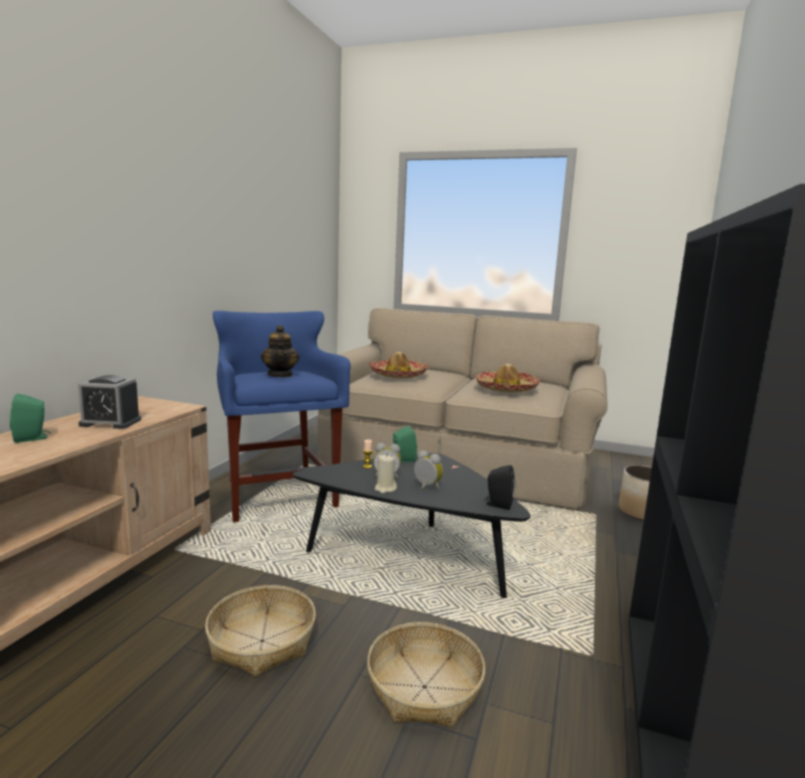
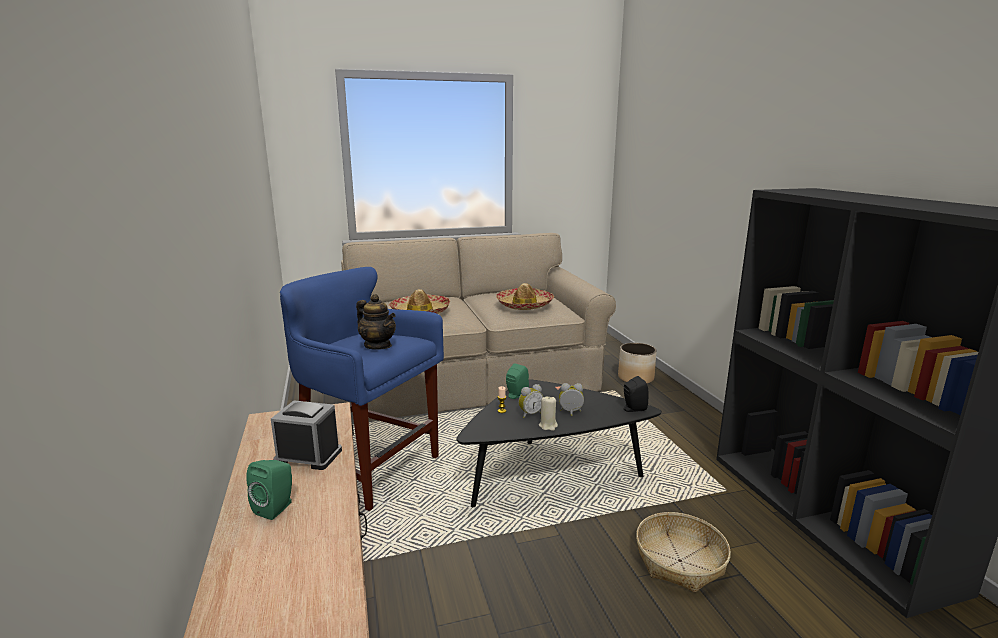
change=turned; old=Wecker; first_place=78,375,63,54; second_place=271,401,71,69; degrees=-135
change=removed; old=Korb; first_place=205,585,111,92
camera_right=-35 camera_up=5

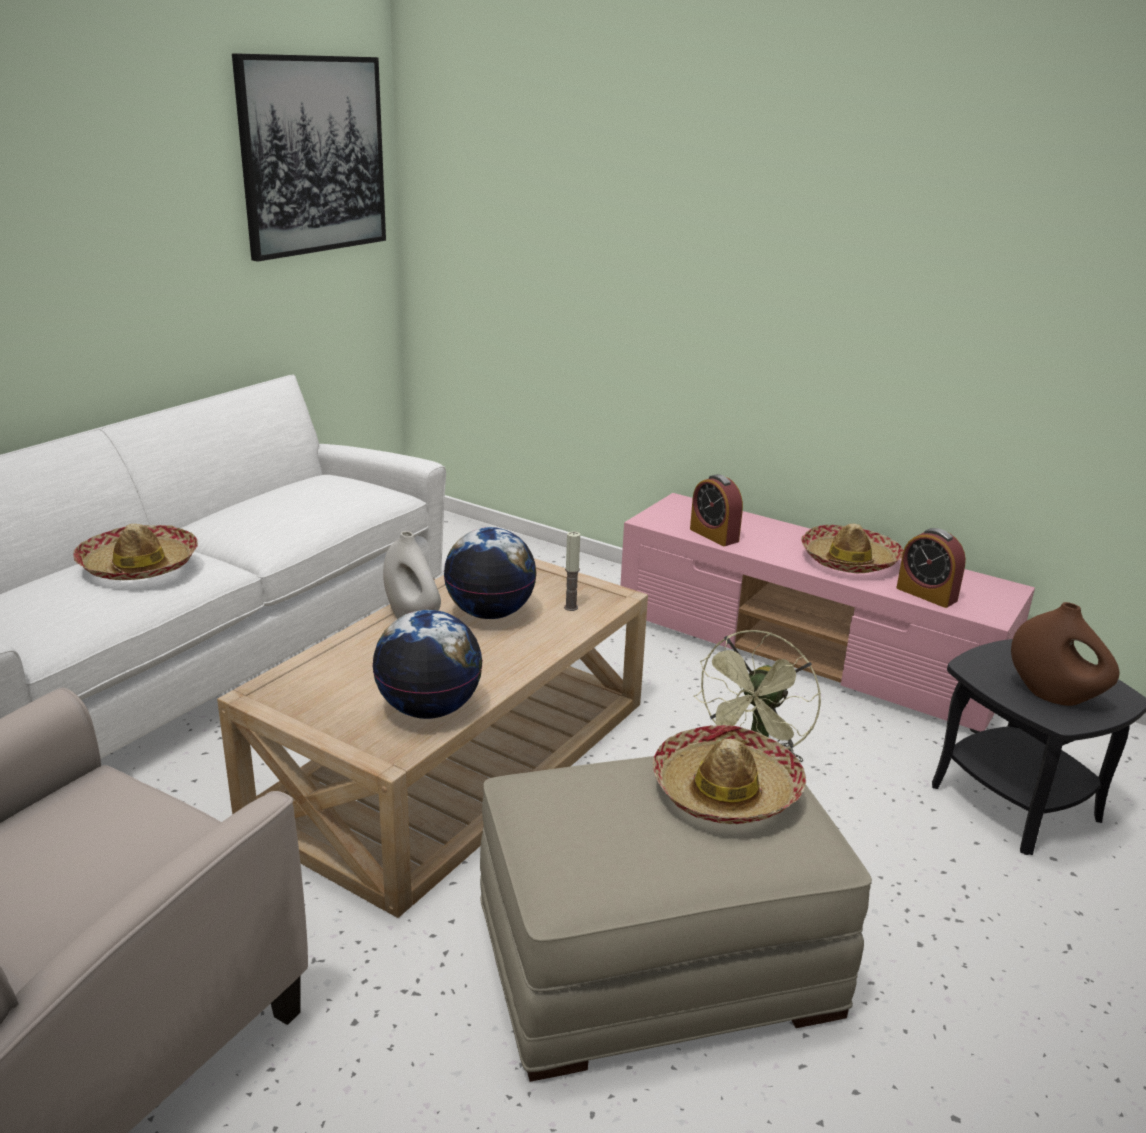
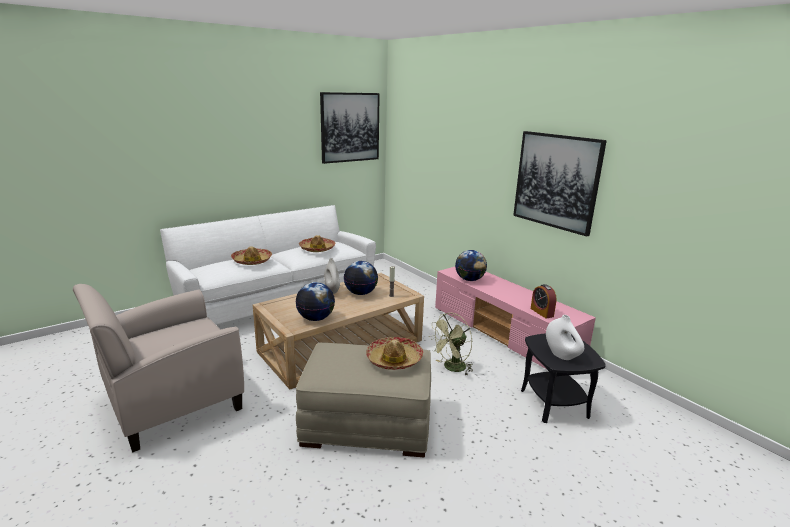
change=moved; old=Hut; first_place=801,524,103,49; second_place=299,235,36,17
change=replaced; old=Wecker; new=Globus; first_place=690,474,53,72; second_place=455,250,32,31
change=added; new=Bild; second_place=513,131,94,106
change=recoloured; old=Vase/braun; new=Vase/weiß; first_place=1011,602,109,104; second_place=546,315,38,45
camera_right=20 camera_up=-5

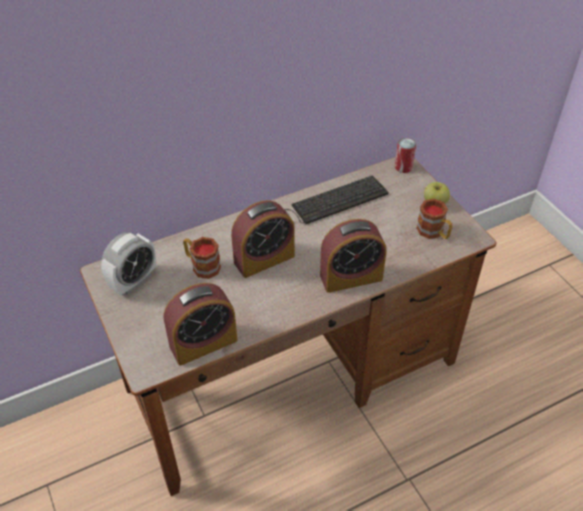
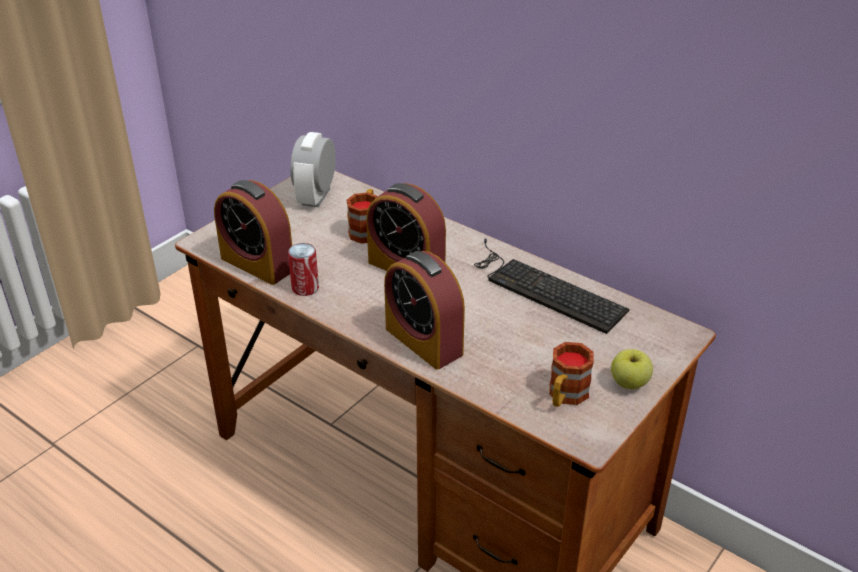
change=moved; old=Dose; first_place=395,138,21,35; second_place=288,243,31,53
change=turned; old=Wecker; first_place=101,233,55,62; second_place=290,132,46,75; degrees=90
camera_right=65 camera_up=-10

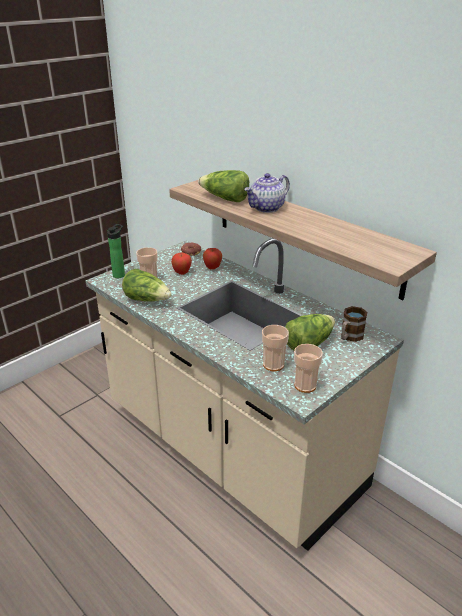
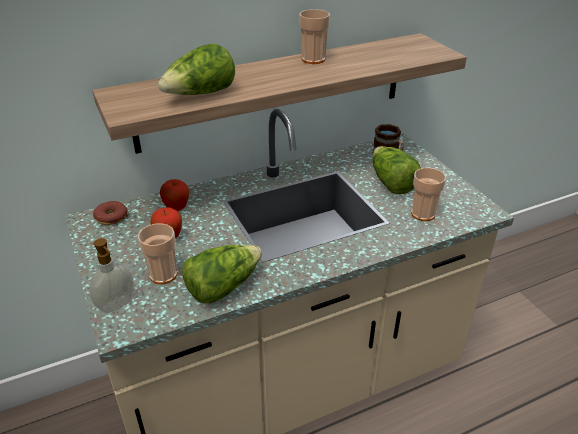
change=replaced; old=Flasche; new=Seifenspender; first_place=107,224,18,54; second_place=89,238,45,75
change=moved; old=Tasse; first_place=294,344,29,49; second_place=299,9,31,55
change=removed; old=Teekanne; first_place=244,173,46,40
camera_right=-70 camera_up=5

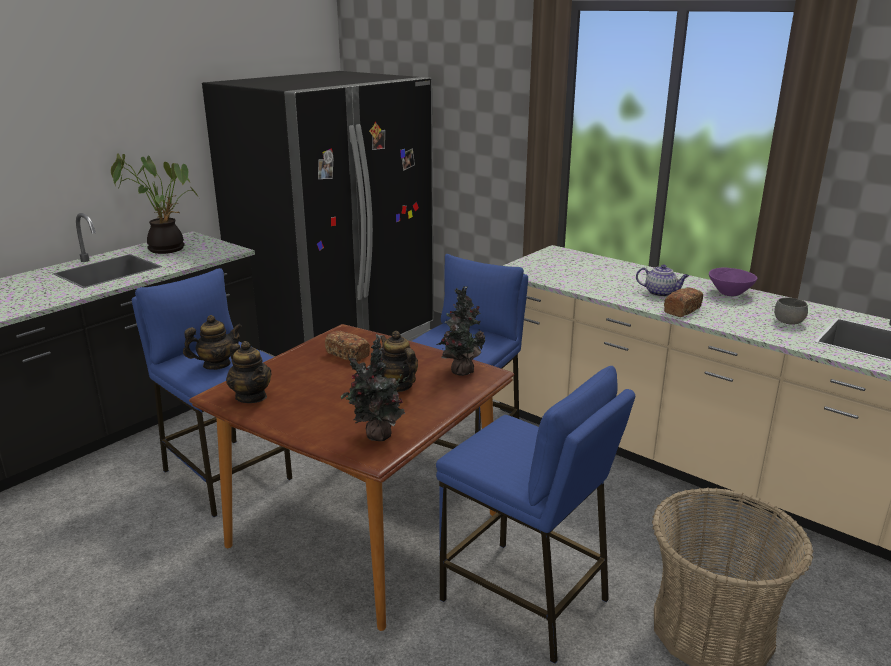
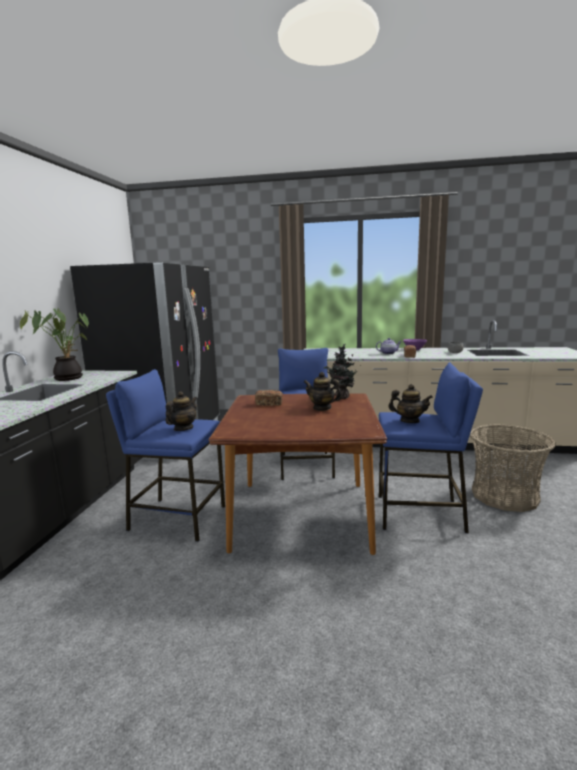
change=moved; old=Teekanne; first_place=226,341,46,62; second_place=388,384,45,39
change=removed; old=Topfpflanze; first_place=341,334,68,107
camera_right=-30 camera_up=-10

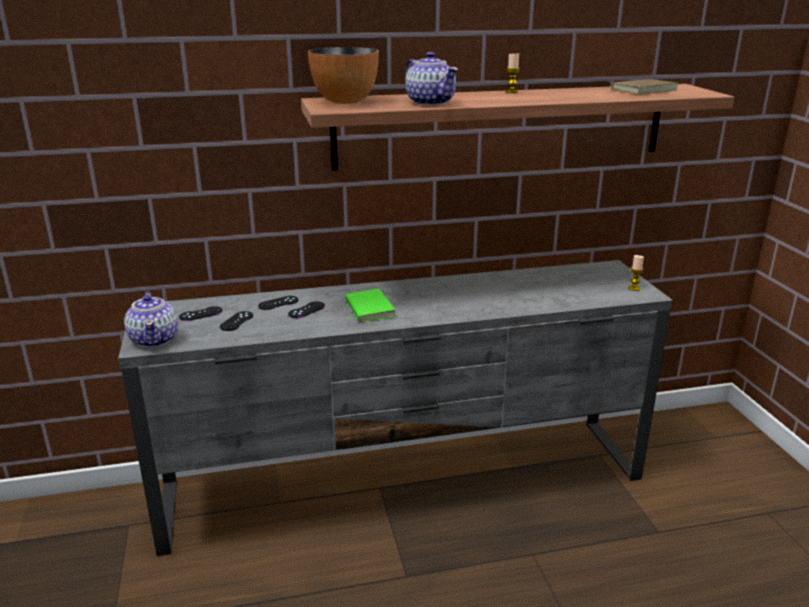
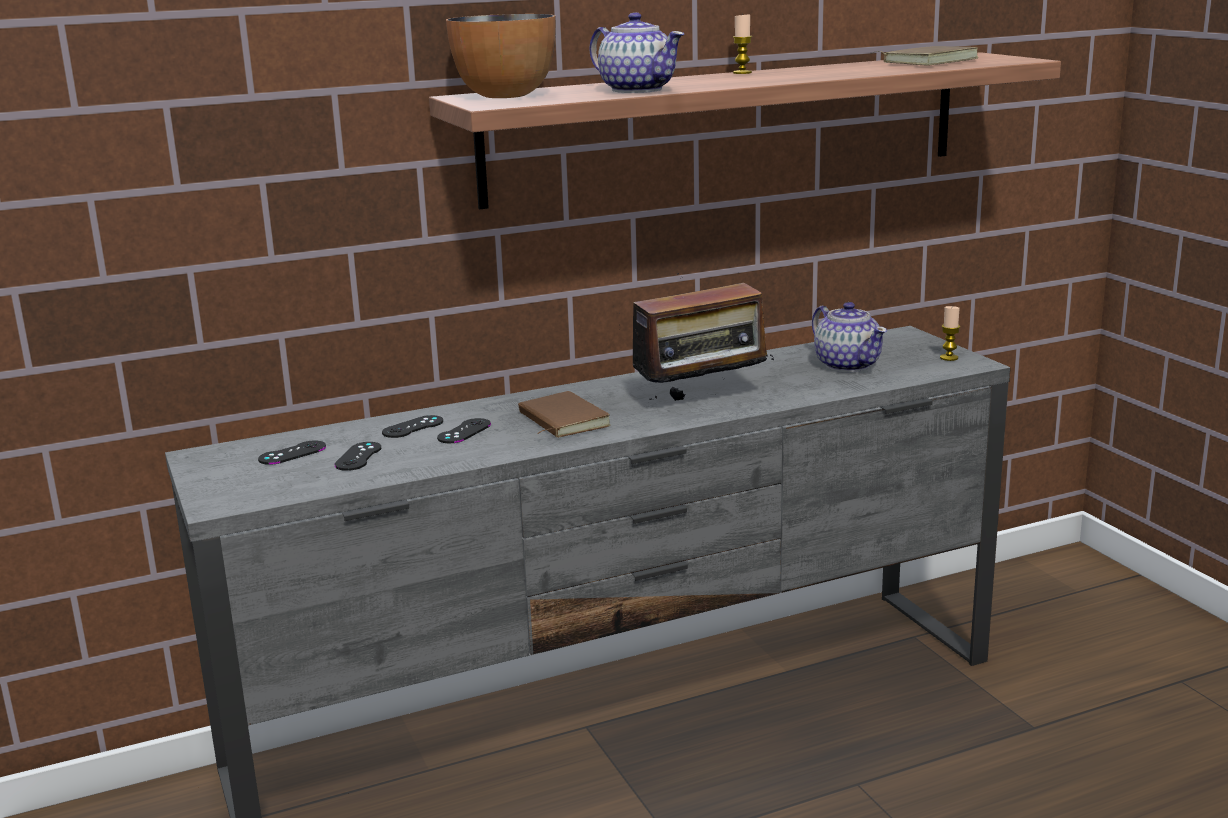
change=recoloured; old=Buch/grün; new=Buch/braun; first_place=345,289,51,33; second_place=518,391,93,47
change=added; new=Radio; second_place=619,266,155,135
change=moved; old=Teekanne; first_place=124,292,54,56; second_place=812,302,75,70
camera_right=-10 camera_up=-5

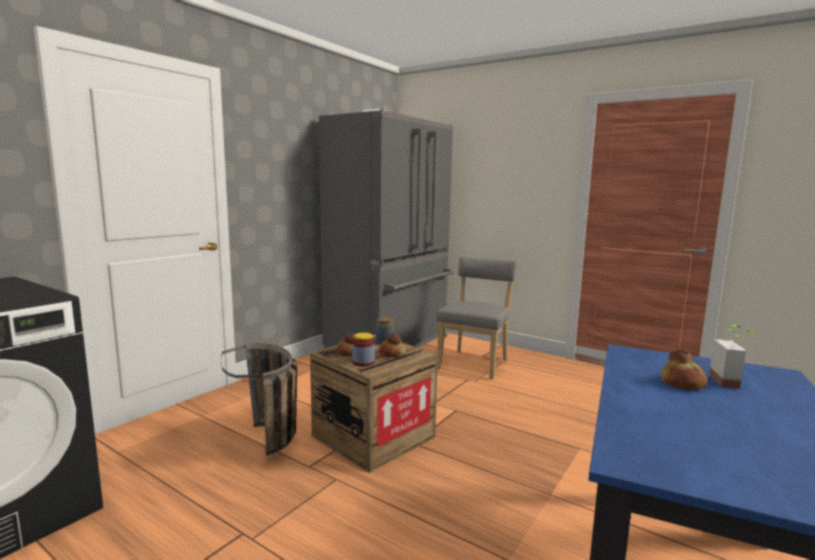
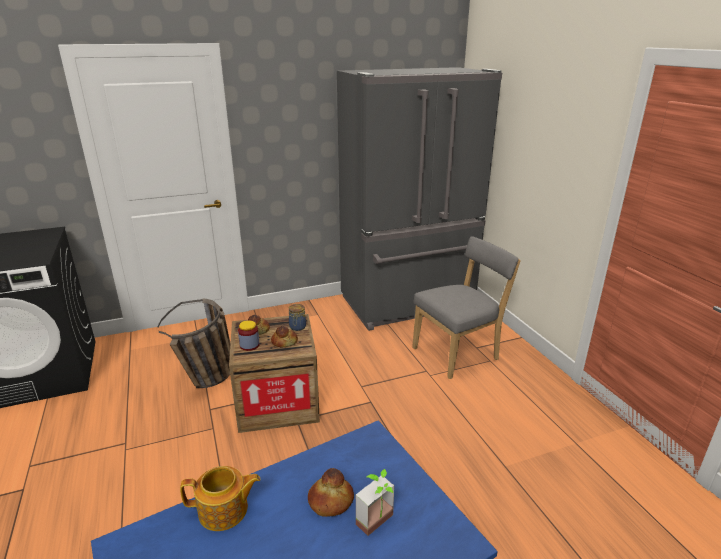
change=added; new=Teekanne; second_place=180,466,81,65
camera_right=35 camera_up=15

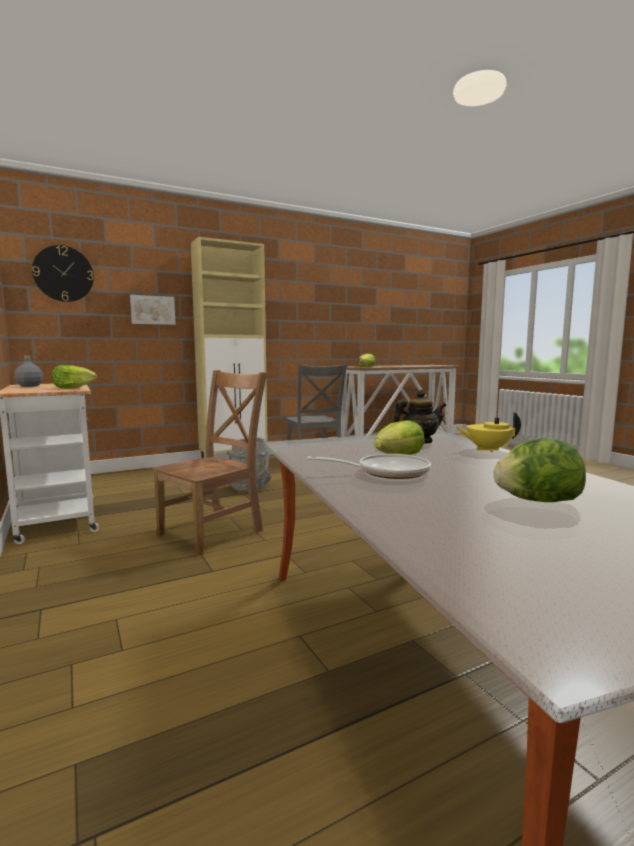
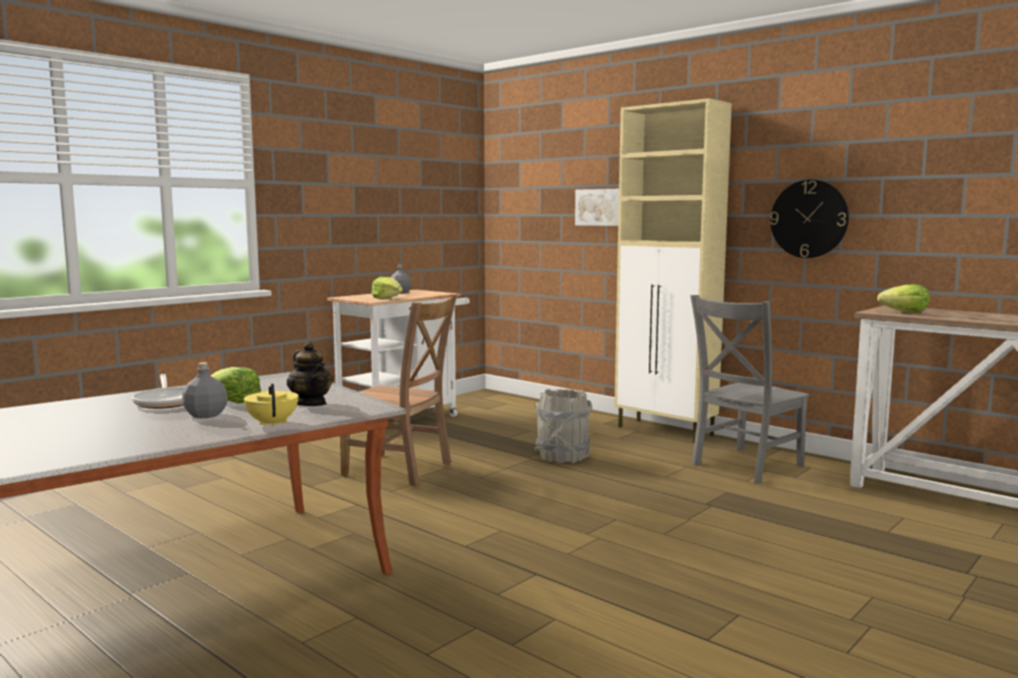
change=added; new=Flasche/grau; second_place=182,362,46,57
change=moved; old=Wanduhr; first_place=32,245,62,57; second_place=770,180,79,78
change=removed; old=Salatkopf; first_place=494,438,92,64
camera_right=70 camera_up=0

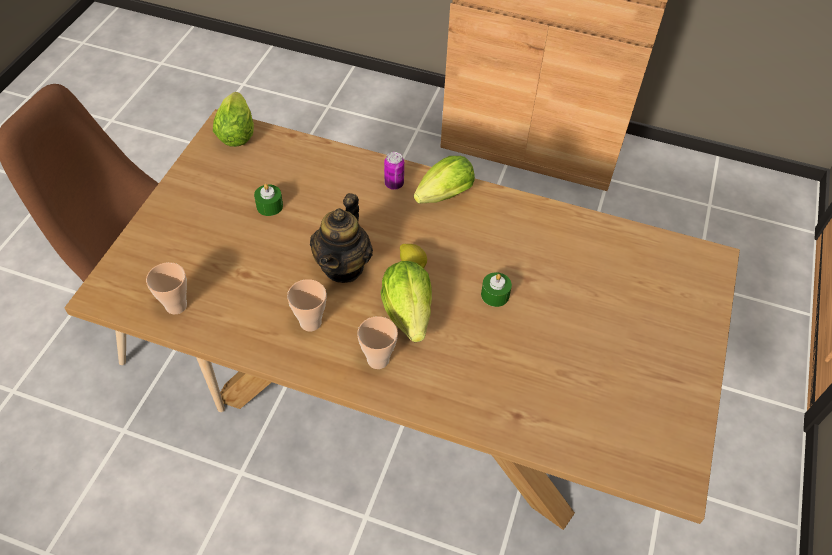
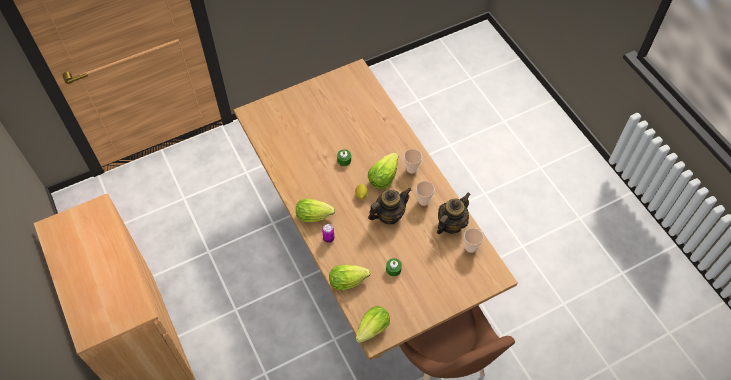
change=added; new=Salatkopf; second_place=329,265,41,25
change=added; new=Teekanne; second_place=437,193,34,41
camera_right=-135 camera_up=5

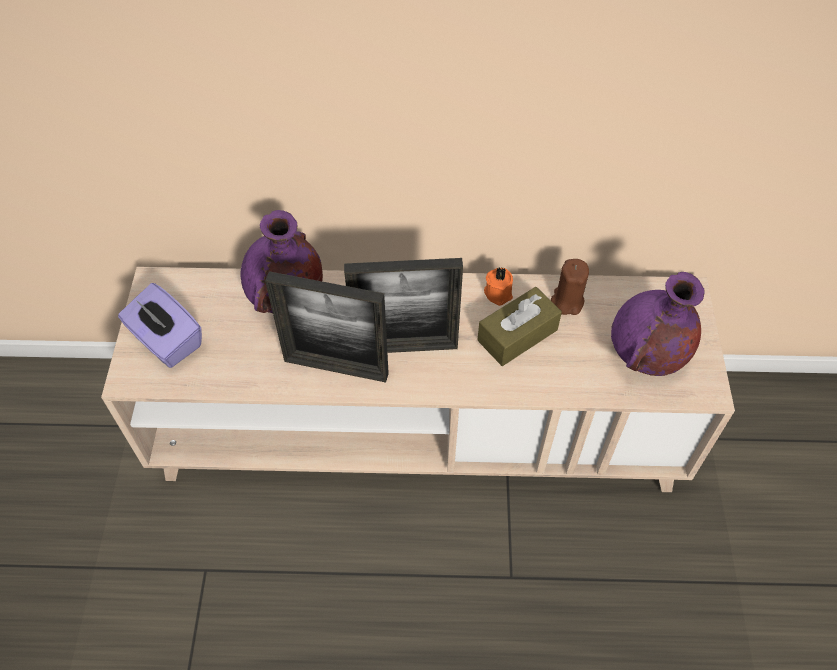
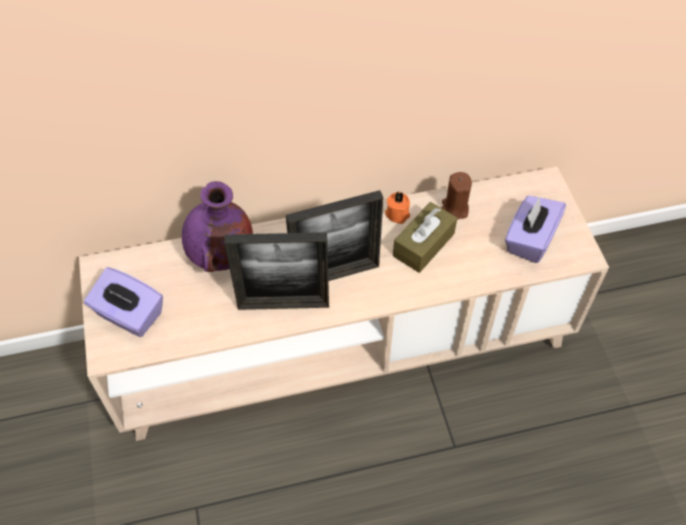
change=replaced; old=Vase/lila; new=Taschentuchbox/lila; first_place=611,272,94,104; second_place=505,196,61,67
camera_right=-15 camera_up=0

